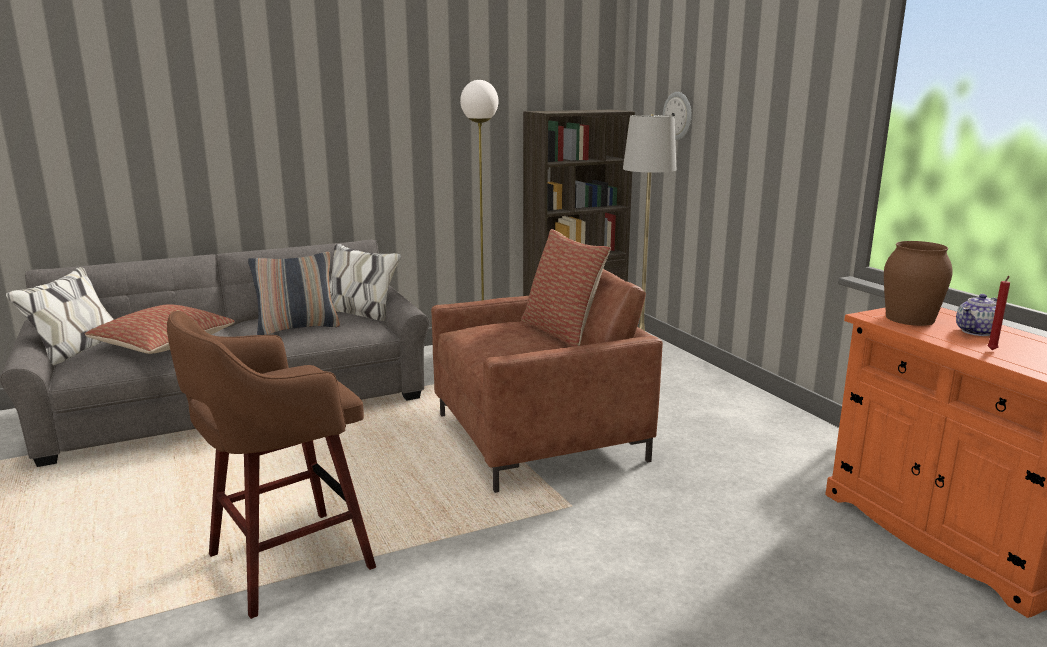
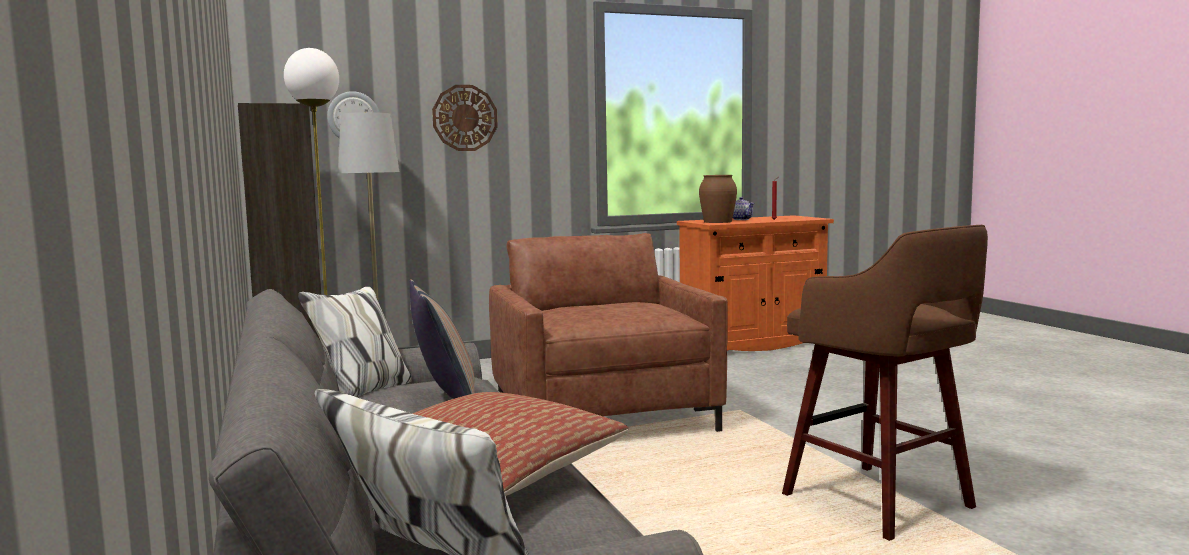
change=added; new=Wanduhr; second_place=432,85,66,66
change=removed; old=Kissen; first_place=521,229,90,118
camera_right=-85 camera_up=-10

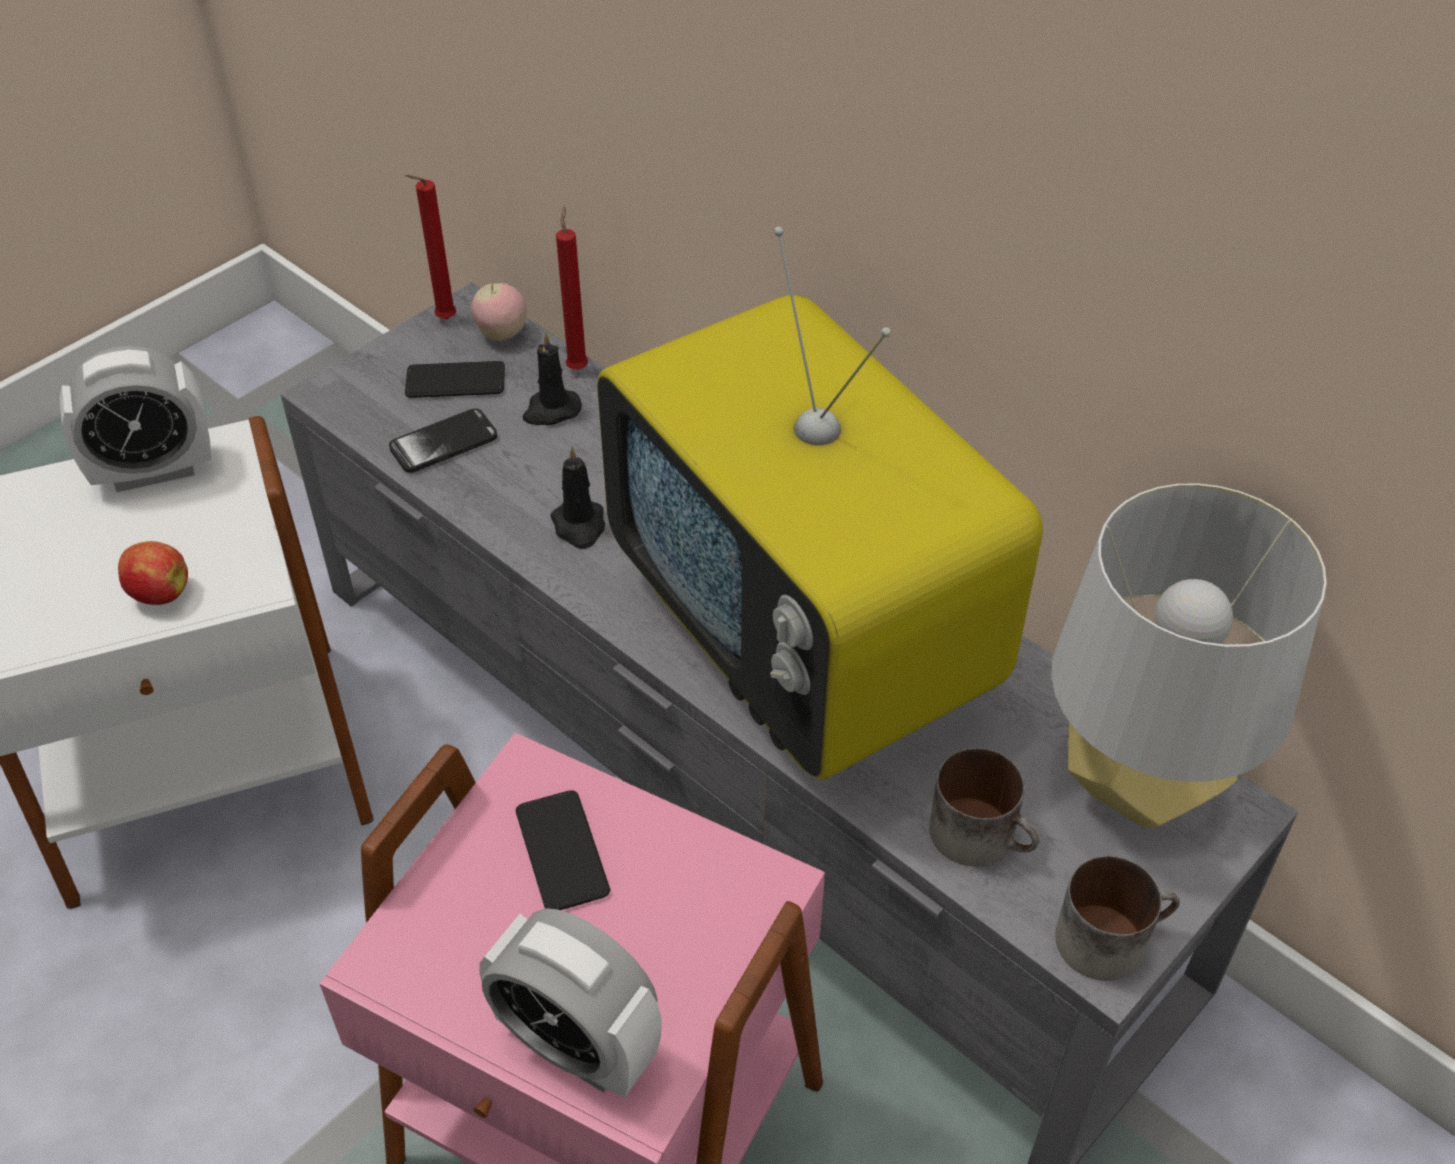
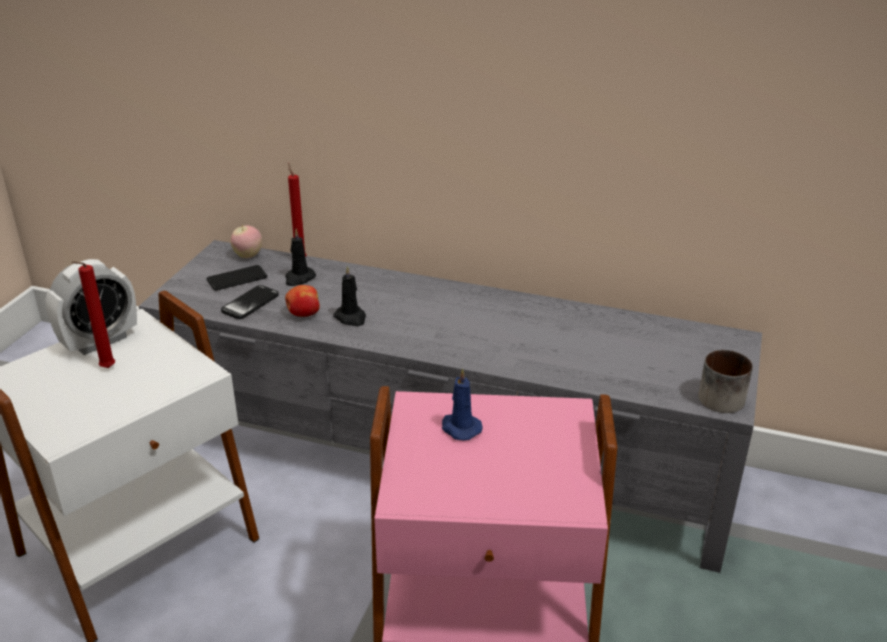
change=moved; old=Kerze/rot; first_place=405,174,52,145; second_place=72,261,43,107
change=moved; old=Apfel; first_place=118,541,70,64; second_place=285,285,35,32
change=replaced; old=Handy; new=Kerze/blau; first_place=516,790,94,120; second_place=442,368,41,73
change=removed; old=Wecker; first_place=479,908,183,190
change=removed; old=Fernseher; first_place=597,226,446,553
change=removed; old=Henkelbecher; first_place=929,748,110,118
change=removed; old=Tischlampe/grau; first_place=1051,483,276,345
camera_right=-25 camera_up=-15

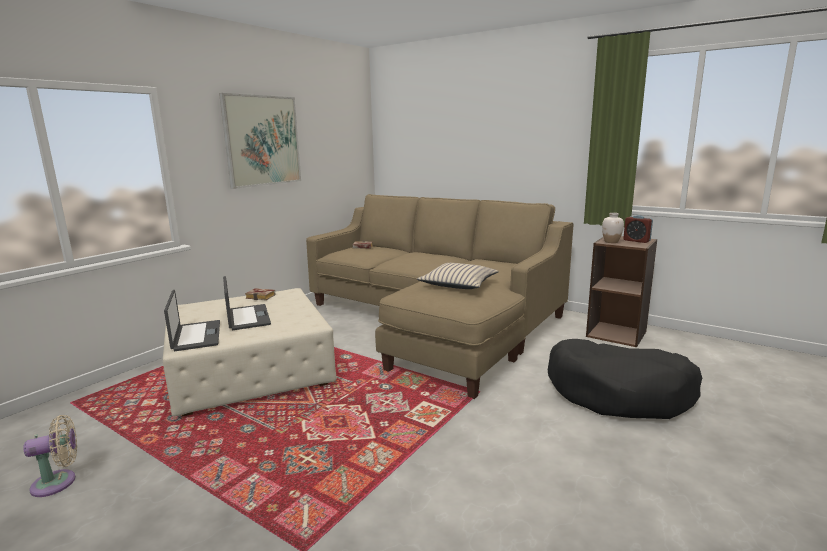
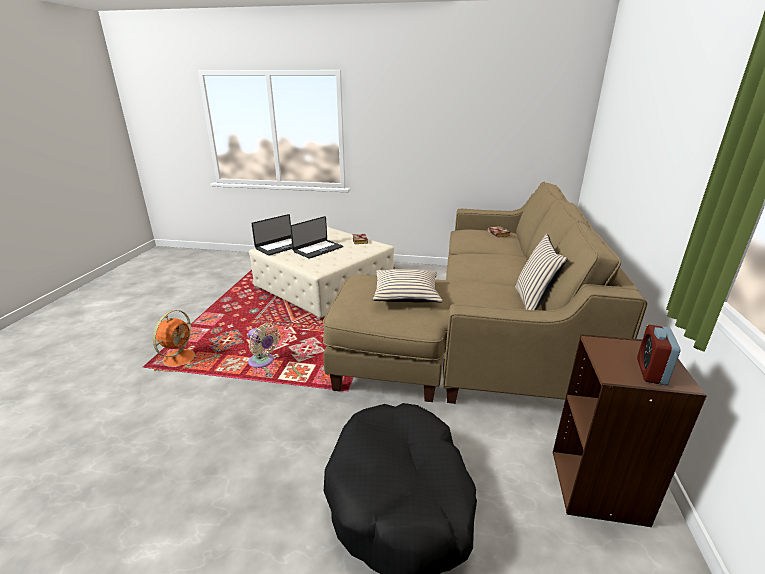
change=added; new=Ventilator/orange; second_place=153,310,42,62
change=moved; old=Ventilator/beige; first_place=23,415,54,82; second_place=248,324,32,44
change=added; new=Kissen/beige; second_place=515,234,53,76
change=removed; old=Bild; first_place=219,93,82,96
change=removed; old=Vase/weiß; first_place=602,213,22,30
camera_right=65 camera_up=10

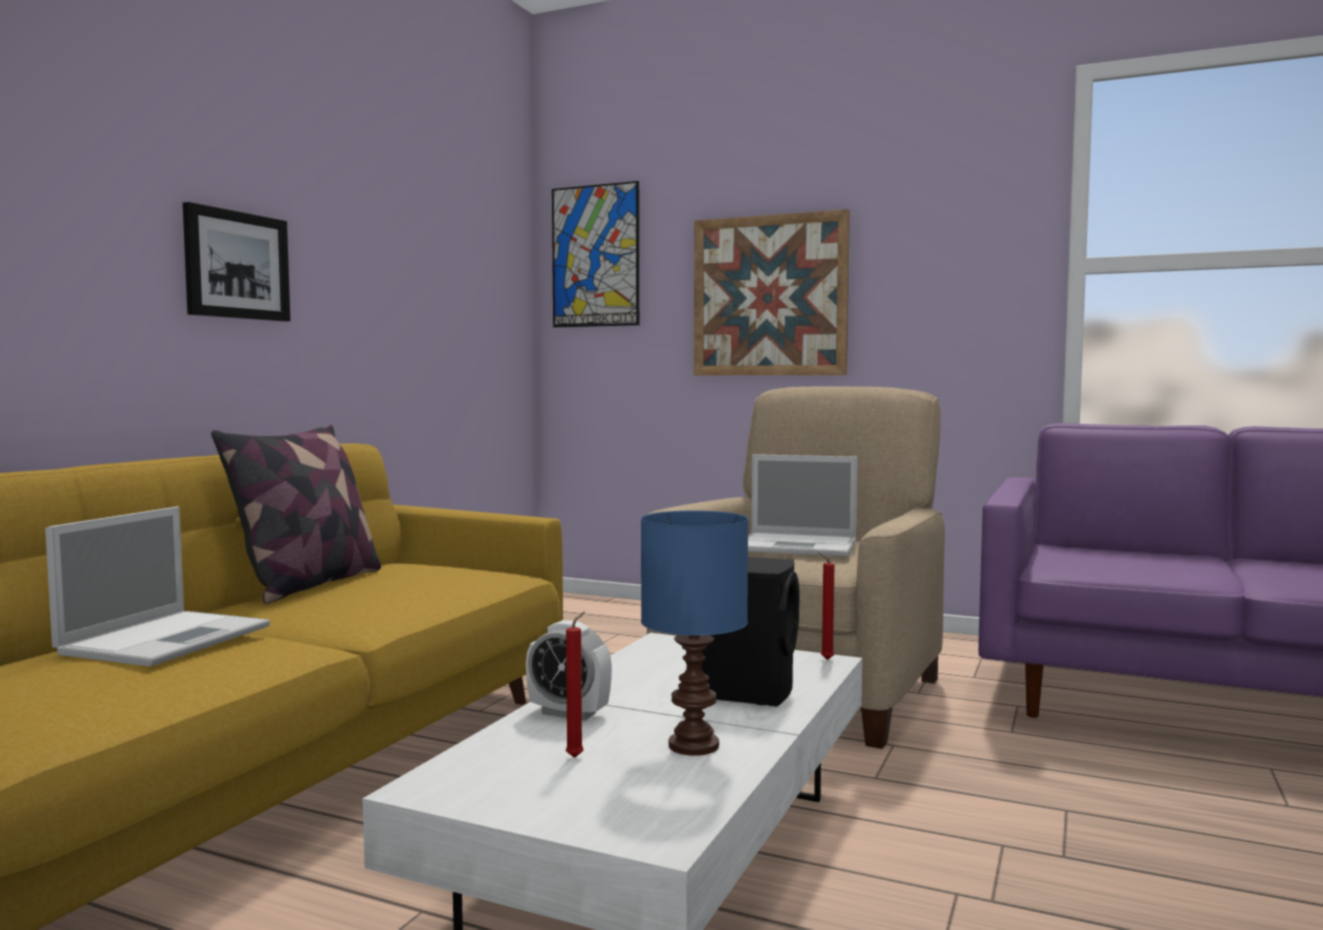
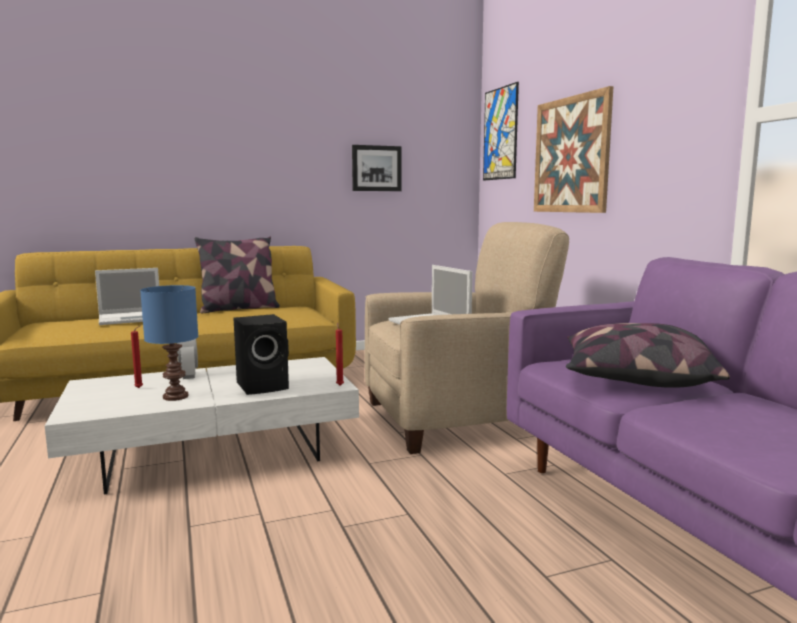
change=moved; old=Bild; first_place=183,202,107,120; second_place=352,145,50,46
change=added; new=Kissen; second_place=566,323,164,65
camera_right=45 camera_up=5

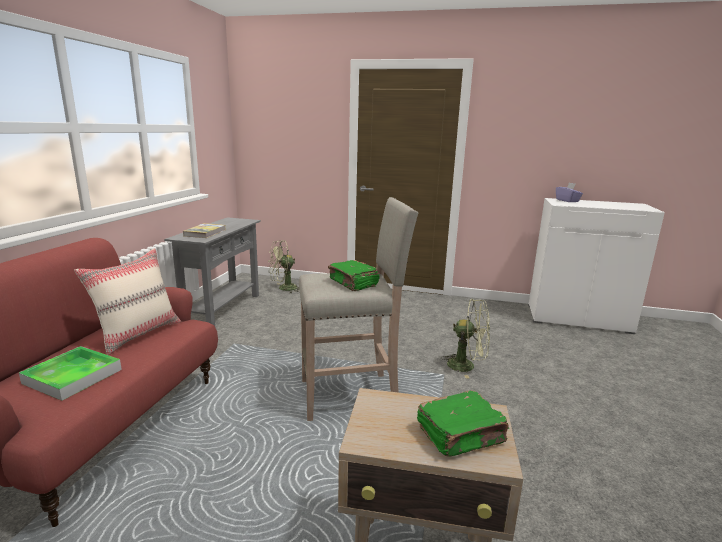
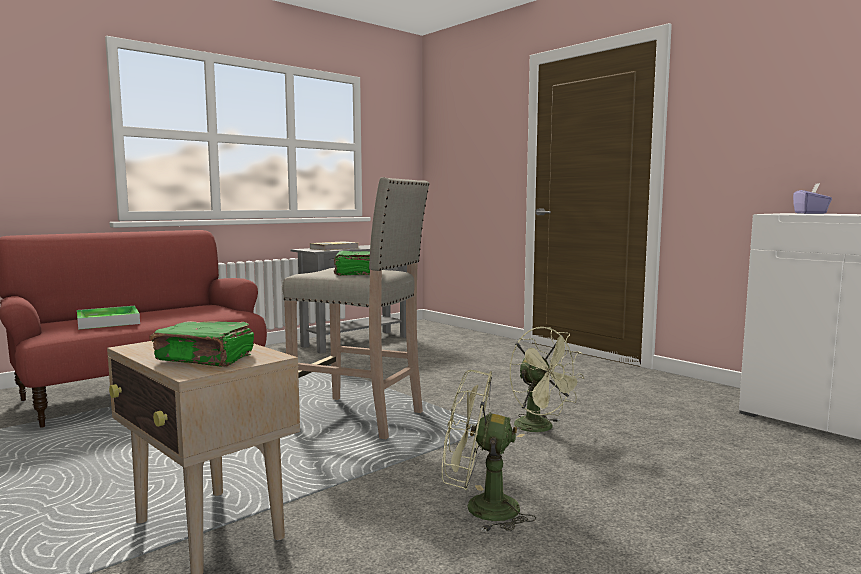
change=moved; old=Ventilator/grün; first_place=268,240,32,54; second_place=442,370,94,162
change=removed; old=Kissen/beige; first_place=74,248,107,107
camera_right=35 camera_up=-10

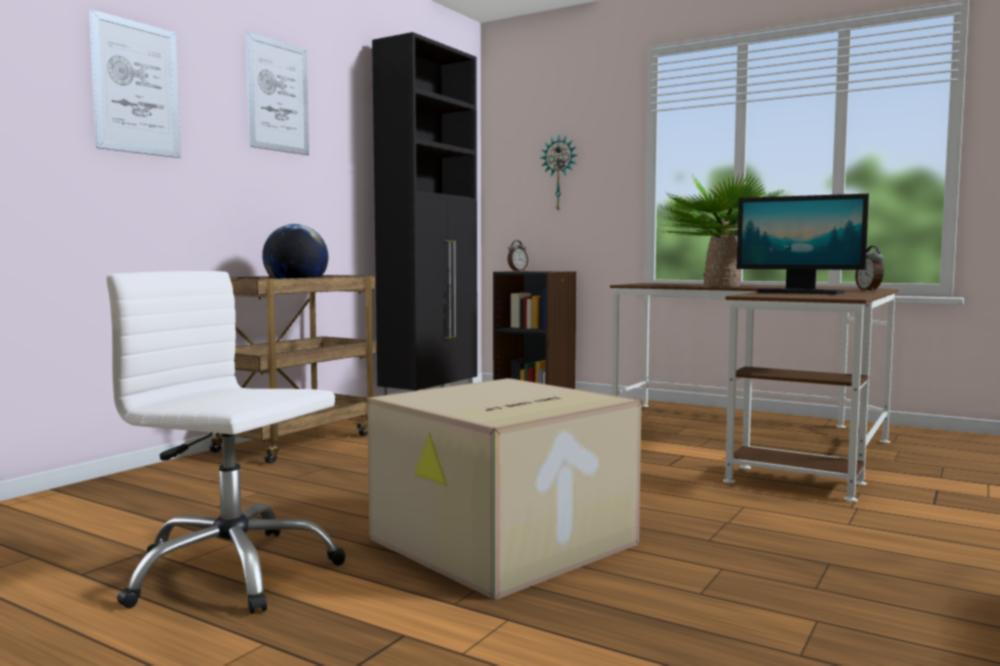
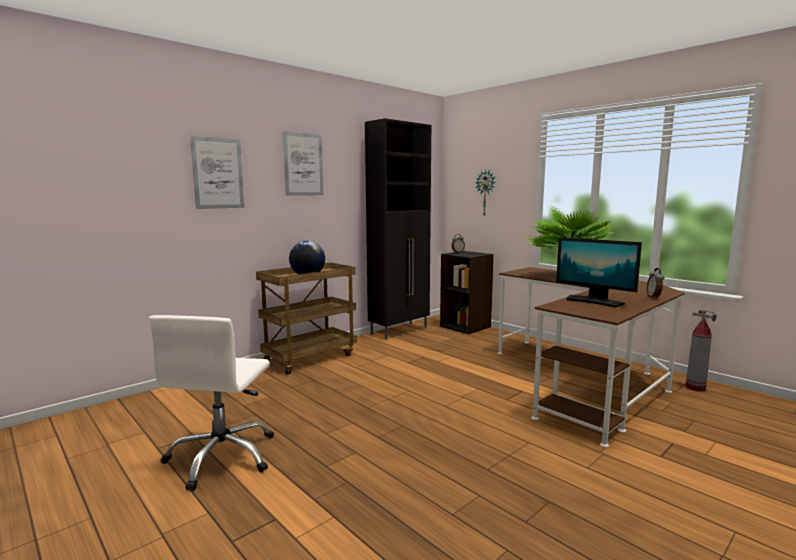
change=turned; old=Bürostuhl/weiß; first_place=106,271,240,343; second_place=149,315,125,176; degrees=-120
change=added; new=Feuerlöscher; second_place=685,309,32,83
change=removed; old=Karton; first_place=367,378,275,222
camera_right=15 camera_up=5

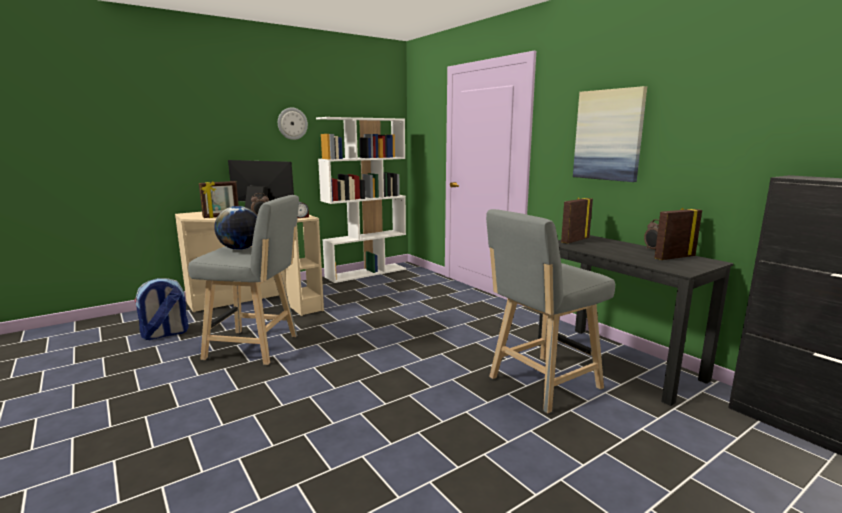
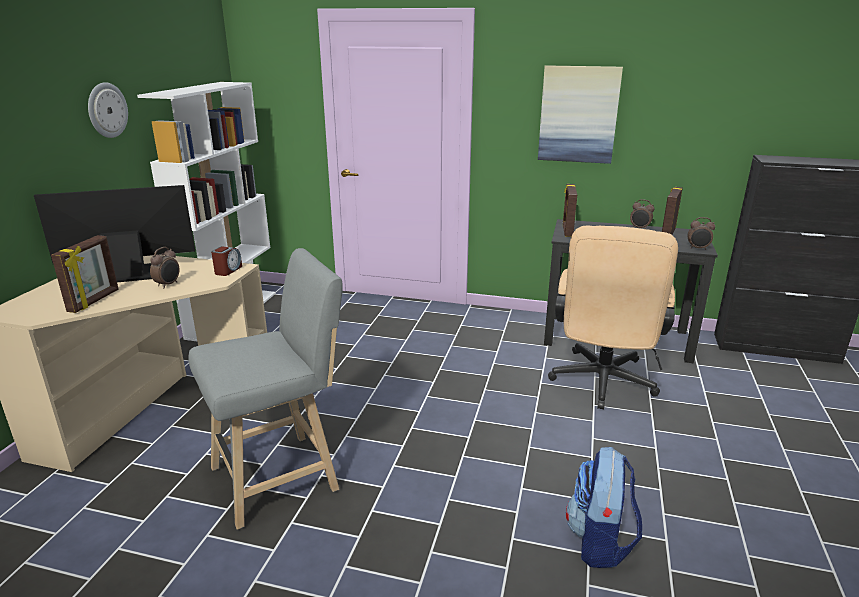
change=replaced; old=Hocker/grau; new=Bürostuhl/beige; first_place=486,209,129,204; second_place=548,226,130,183
change=moved; old=Rucksack; first_place=134,278,55,62; second_place=566,447,76,121
change=added; new=Wecker; second_place=688,217,27,33
change=removed; old=Globus; first_place=214,206,43,44
camera_right=-40 camera_up=10

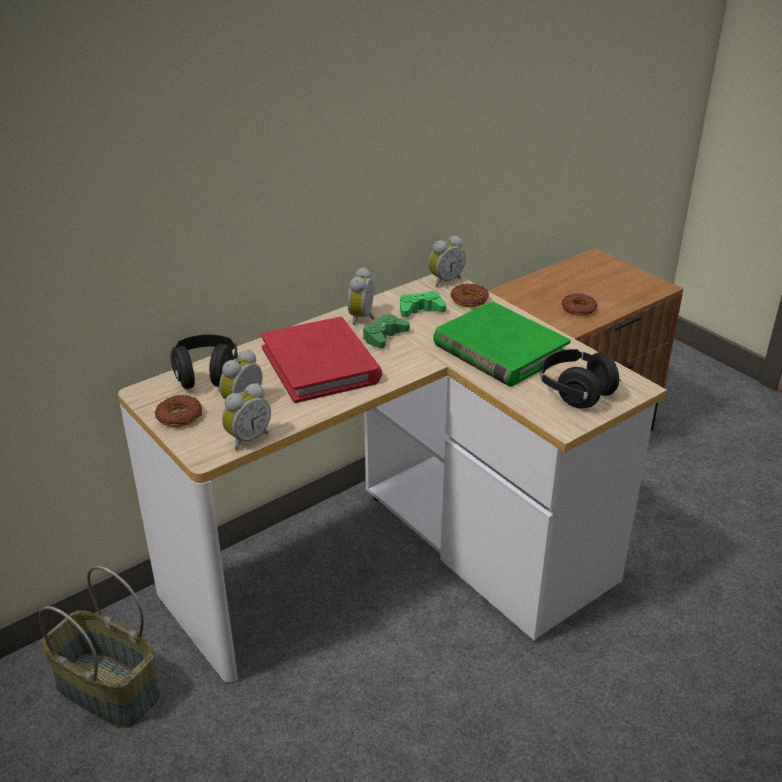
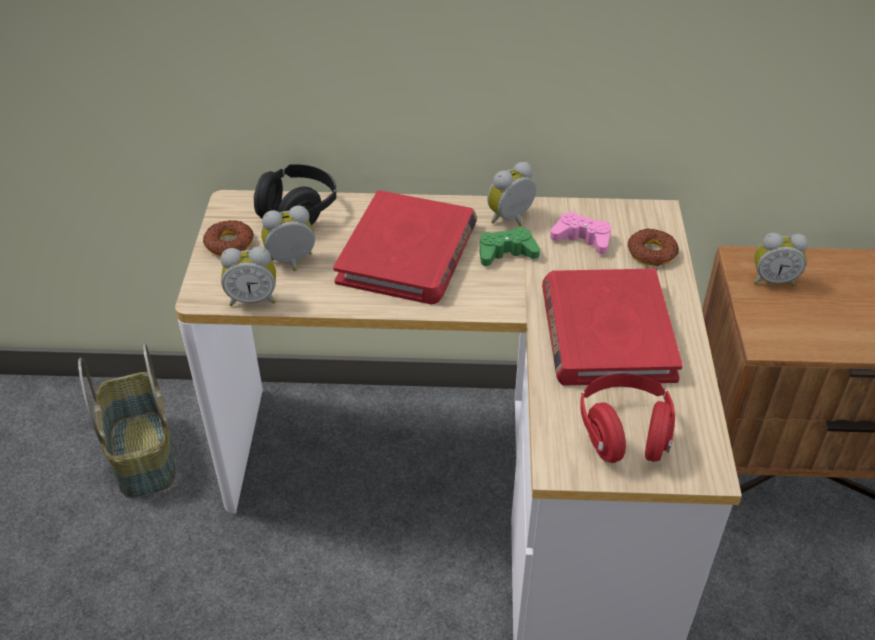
change=recoloured; old=Buch/grün; new=Buch/rot; first_place=433,301,138,86; second_place=542,269,141,116
change=recoloured; old=Gamepad/grün; new=Gamepad/rosa; first_place=400,291,46,26; second_place=550,211,61,43
change=recoloured; old=Kopfhörer/schwarz; new=Kopfhörer/rot; first_place=540,349,81,59; second_place=580,373,95,90
change=moved; old=Wecker; first_place=428,236,38,51; second_place=754,233,54,53
change=removed; old=Donut; first_place=562,293,35,23
camera_right=40 camera_up=10

